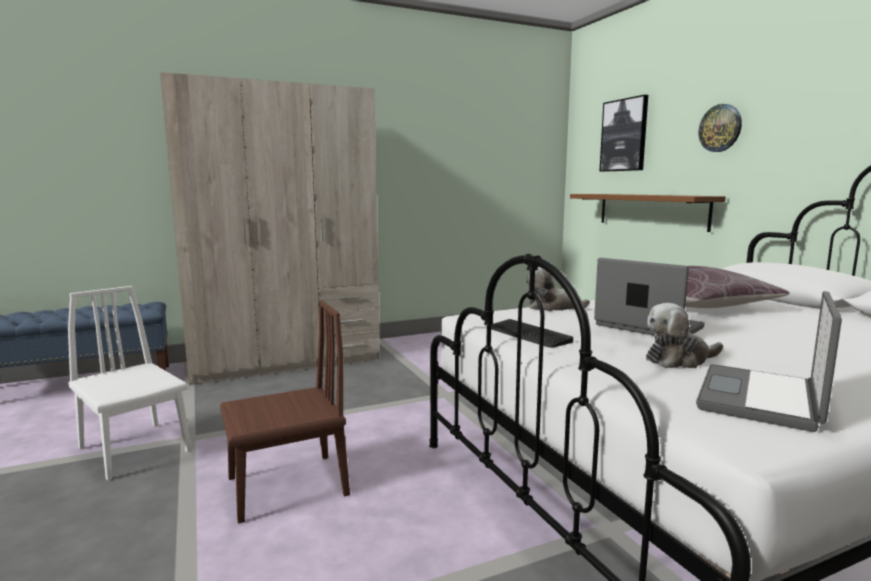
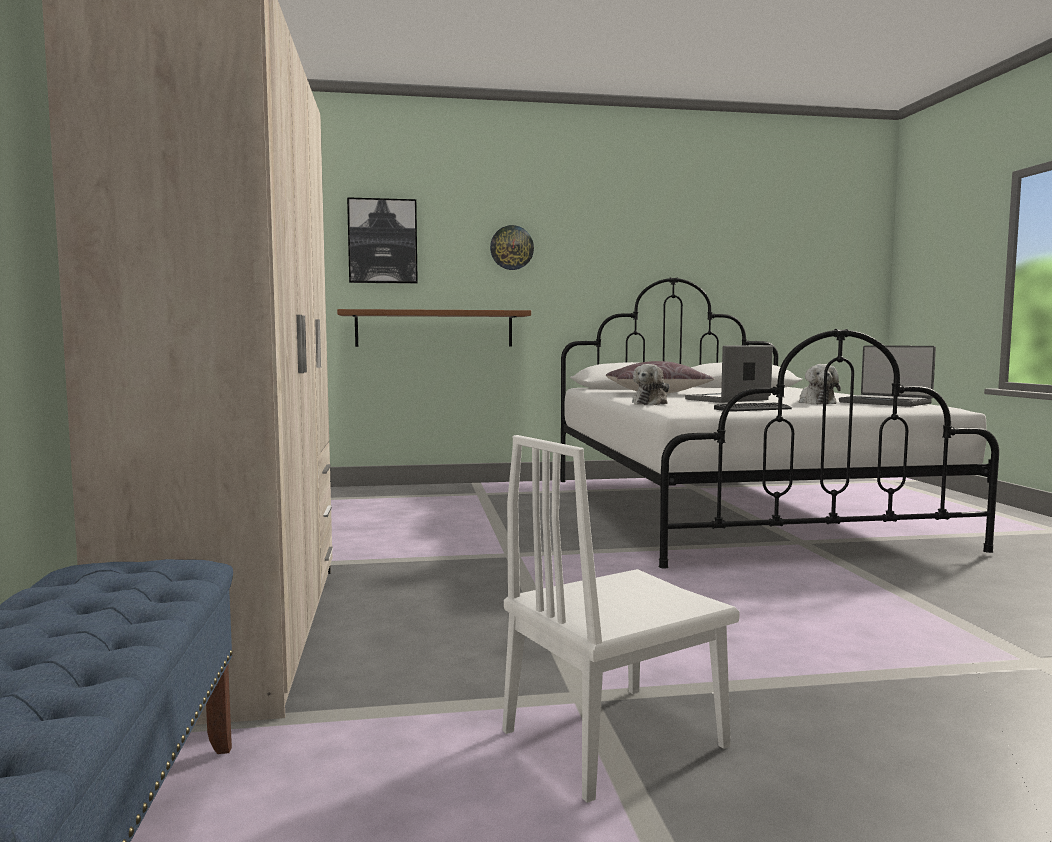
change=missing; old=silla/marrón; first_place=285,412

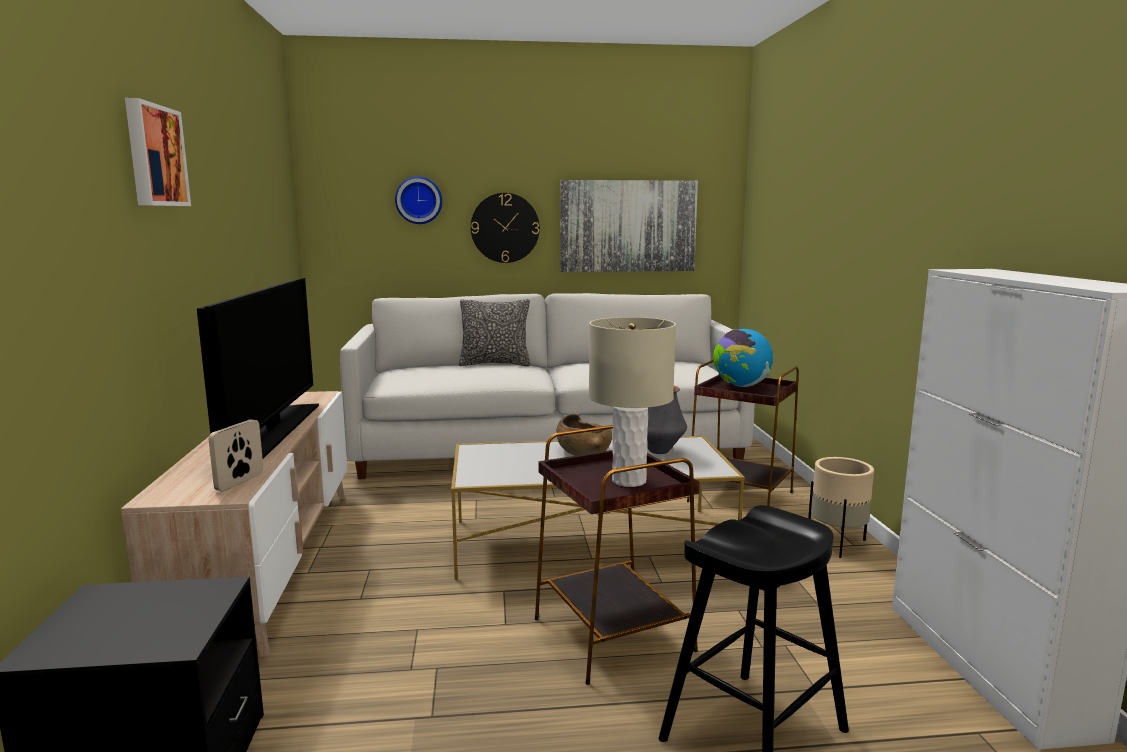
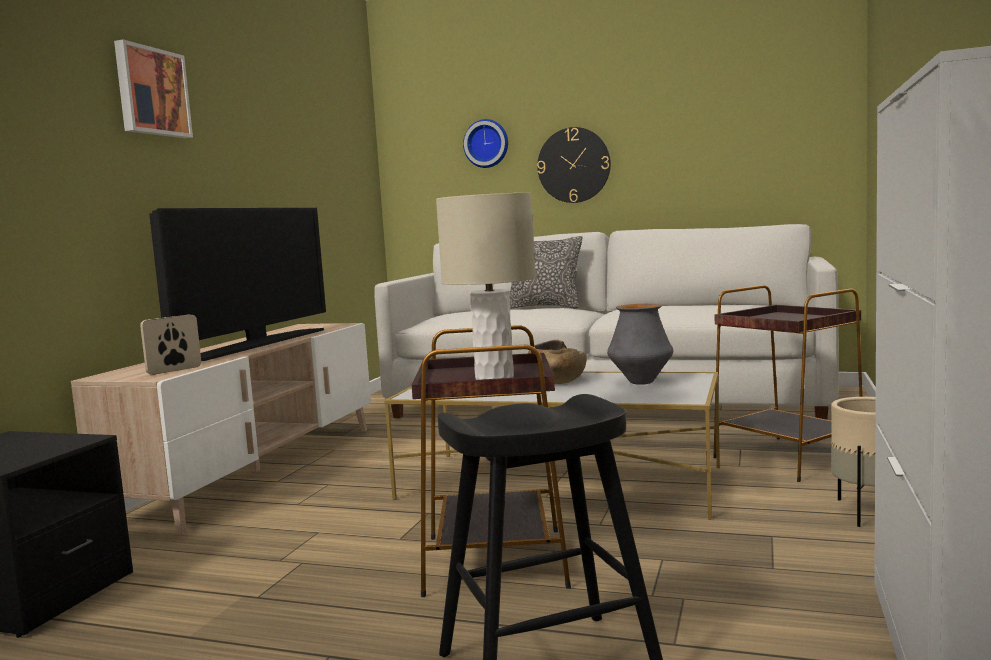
change=missing; old=cuadro; first_place=629,226
change=missing; old=globo terráqueo; first_place=743,357

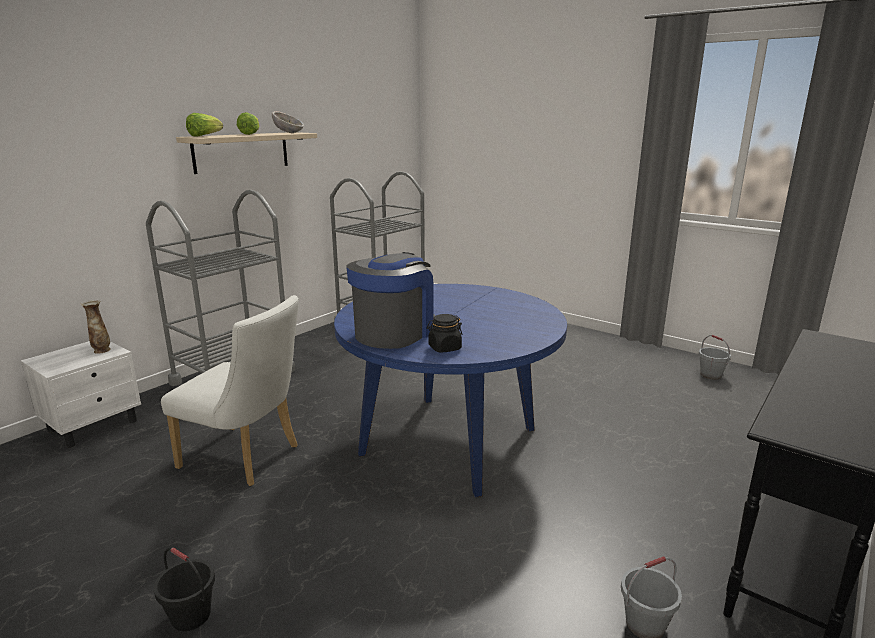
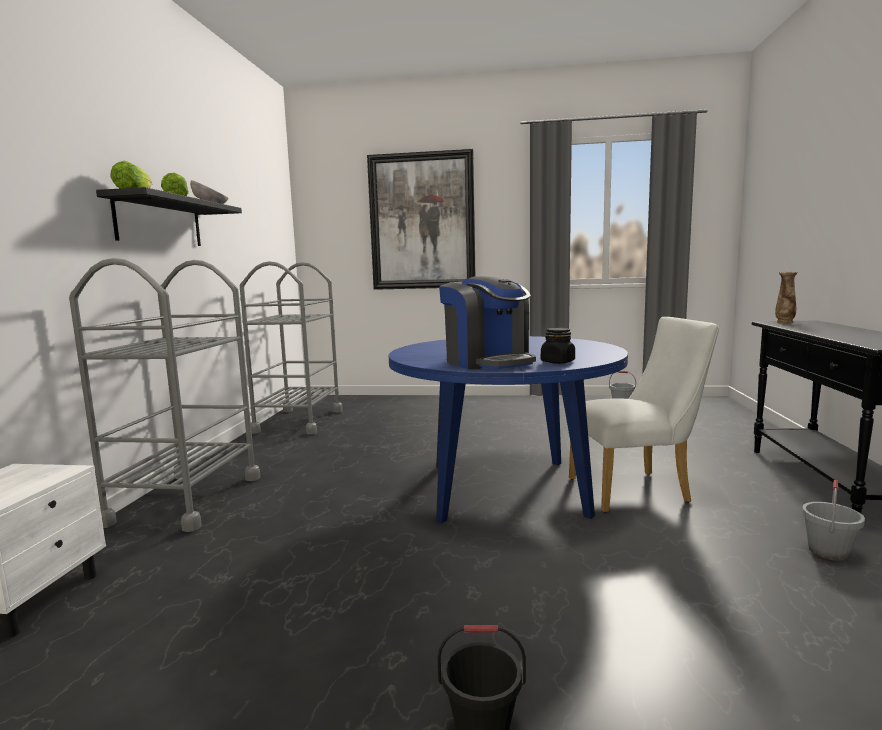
change=relocated; old=florero; first_place=96,327; second_place=786,297
change=relocated; old=silla/blanco; first_place=230,390; second_place=644,415
change=colour; old=estante/beis; new=estante/negro; first_place=246,153; second_place=169,216
change=spun; old=cafetera; first_place=390,300; second_place=487,322; degrees=150
change=appeared; new=cuadro; second_place=421,219

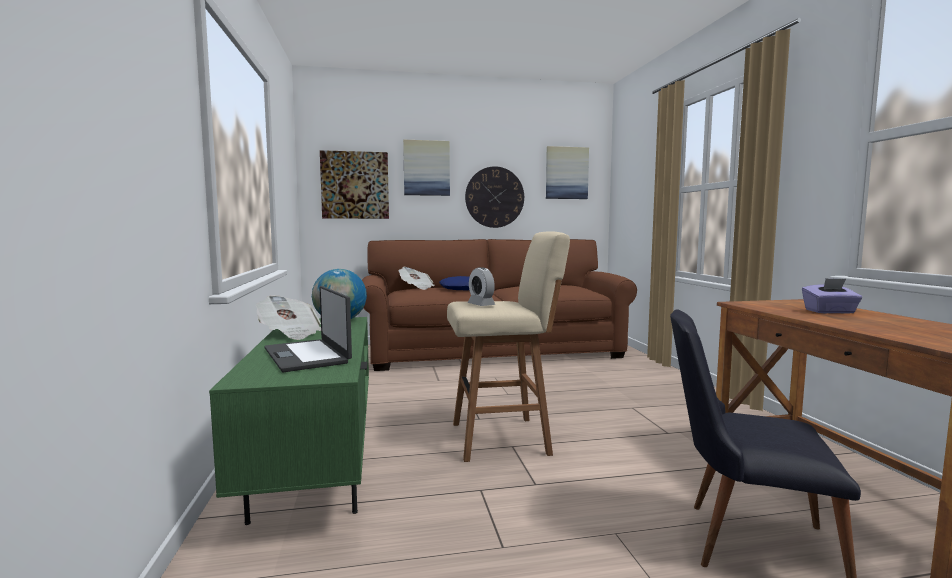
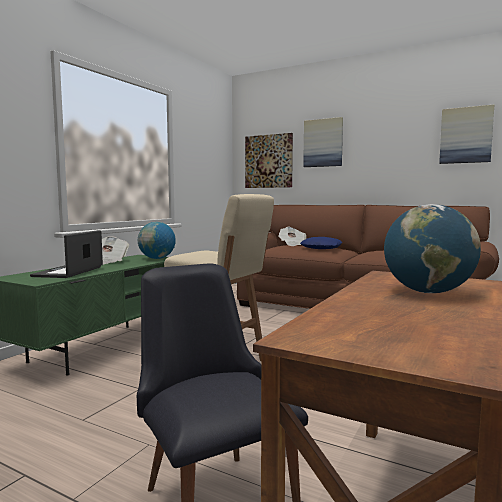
change=missing; old=reloj de pared; first_place=494,197
change=missing; old=despertador; first_place=481,286
change=exchanged; old=caja de pañuelos/morado; new=globo terráqueo; first_place=832,296; second_place=432,248

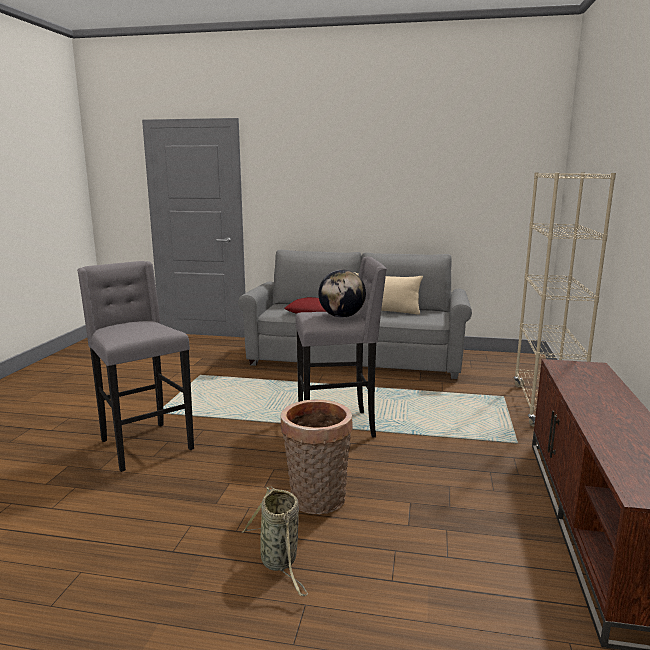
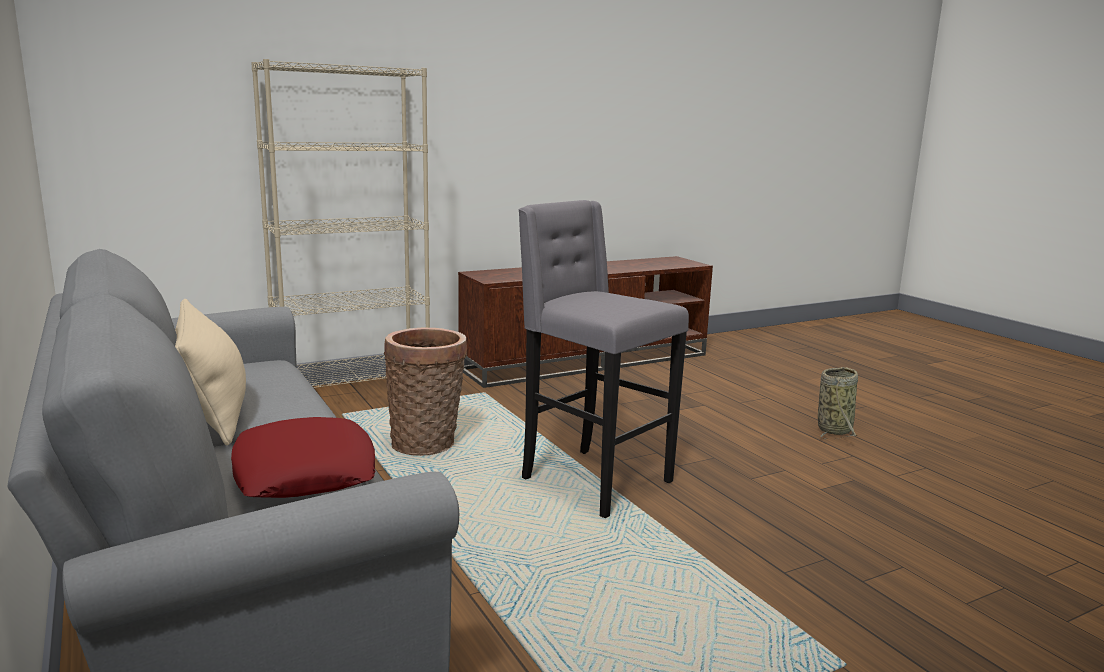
change=missing; old=taburete/gris; first_place=135,366
change=relocated; old=cesta; first_place=316,457; second_place=425,392
change=missing; old=globo terráqueo; first_place=342,294

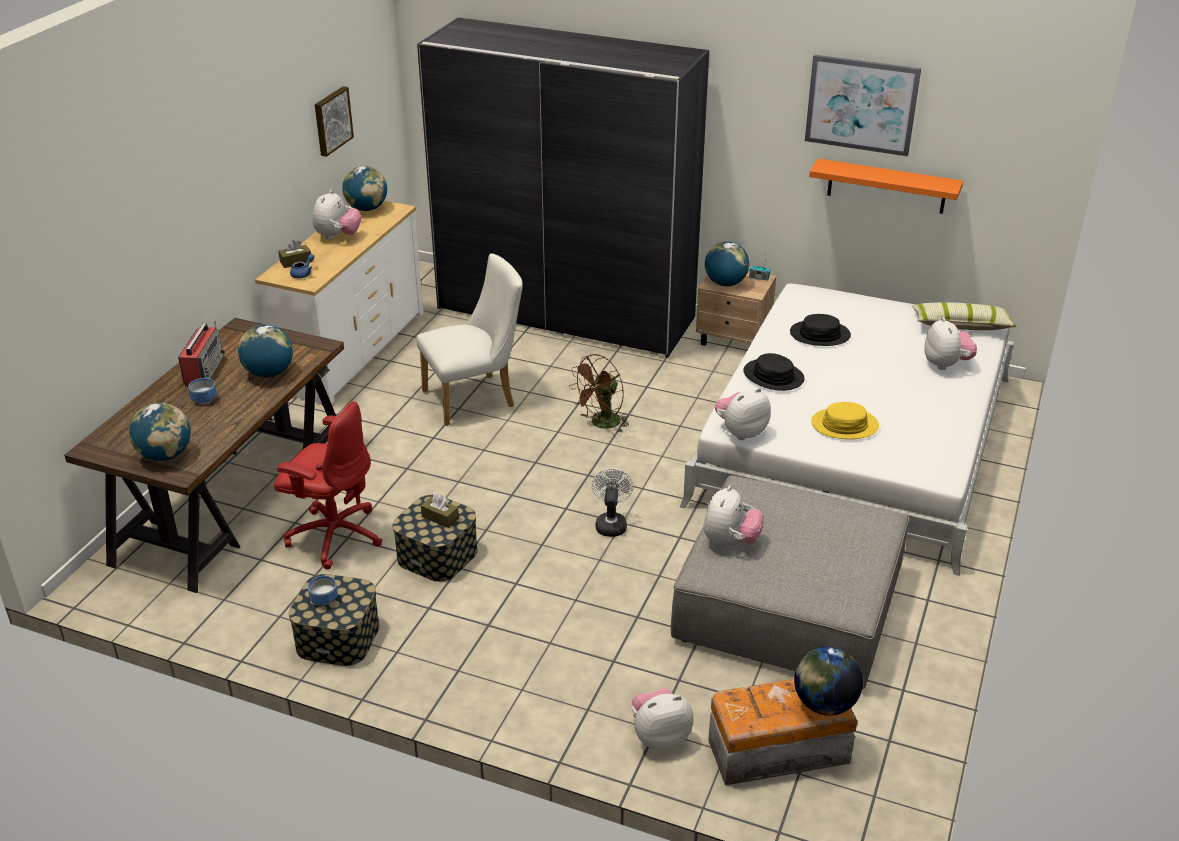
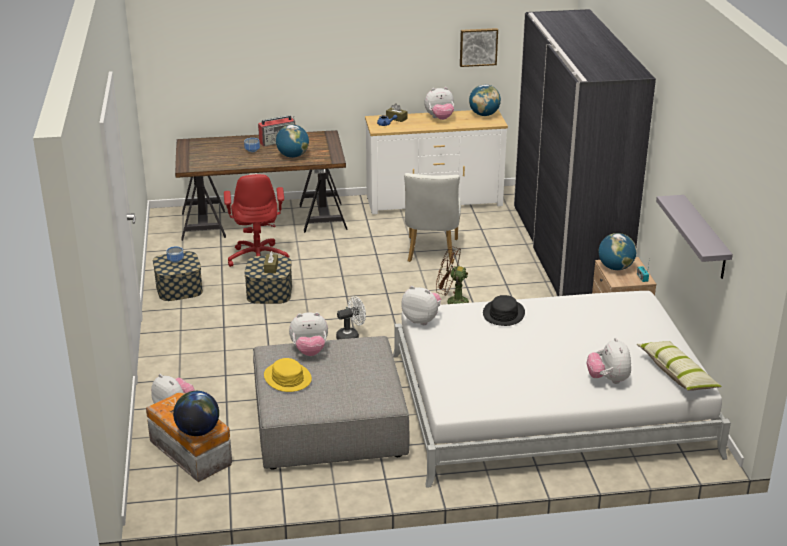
change=missing; old=globo terráqueo; first_place=160,432
change=spun; old=silla/blanco; first_place=469,340; second_place=432,218; degrees=60
change=missing; old=sombrero/negro; first_place=820,330
change=missing; old=cuadro; first_place=863,106
change=colour; old=estante/naranja; new=estante/gris; first_place=886,186; second_place=694,237
change=relocated; old=sombrero/amarillo; first_place=845,420; second_place=288,375
change=spun; old=peluche; first_place=951,343; second_place=609,361; degrees=120

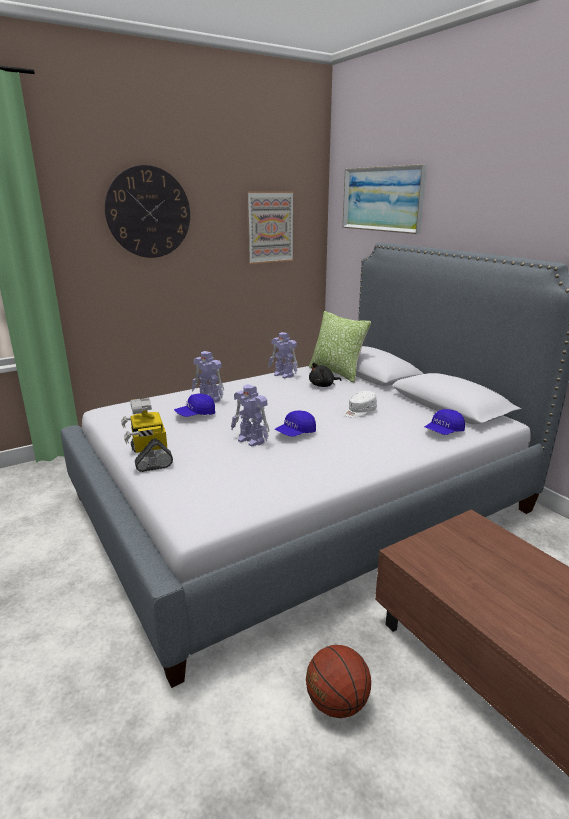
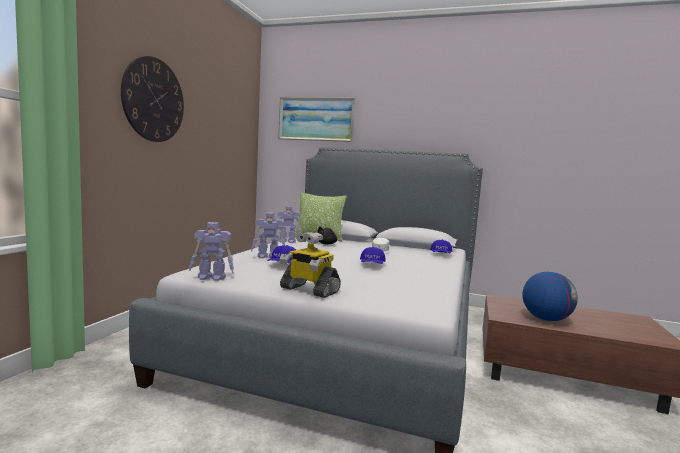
change=relocated; old=robot de juguete; first_place=250,415; second_place=211,251
change=missing; old=cuadro; first_place=270,227
change=missing; old=balón de baloncesto; first_place=338,681
change=appeared; new=globo terráqueo; second_place=550,296

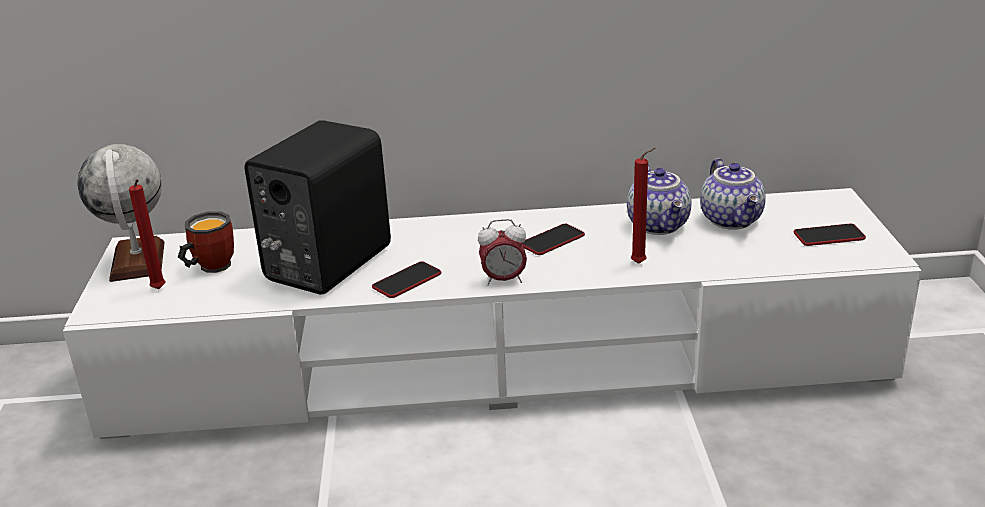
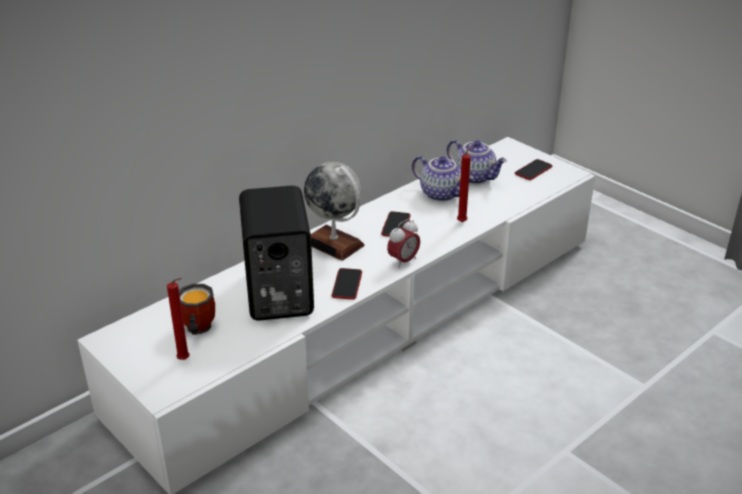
change=relocated; old=globo terráqueo; first_place=121,213; second_place=334,211

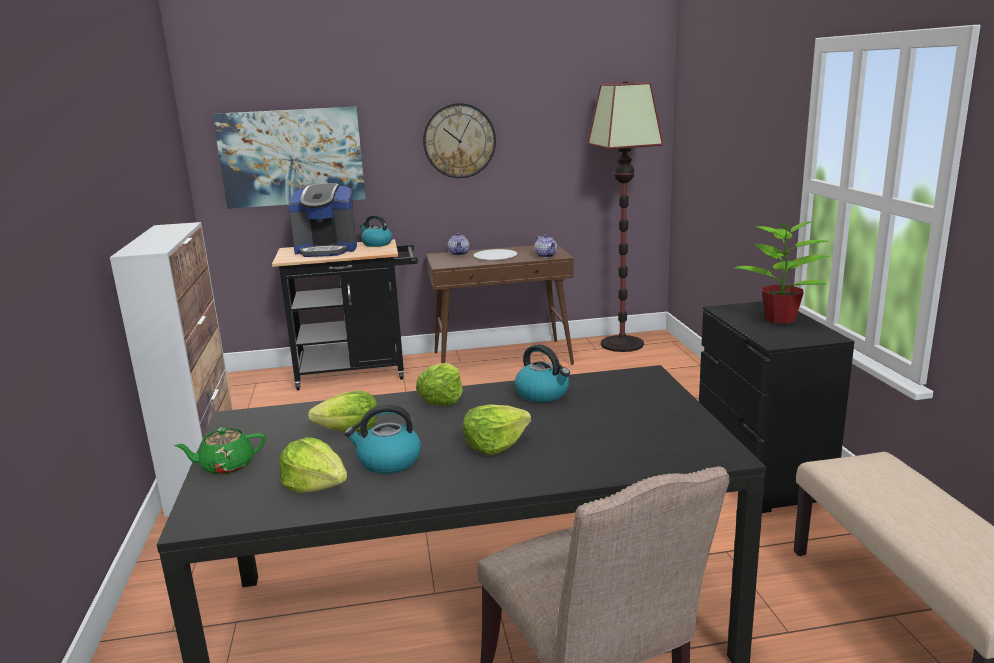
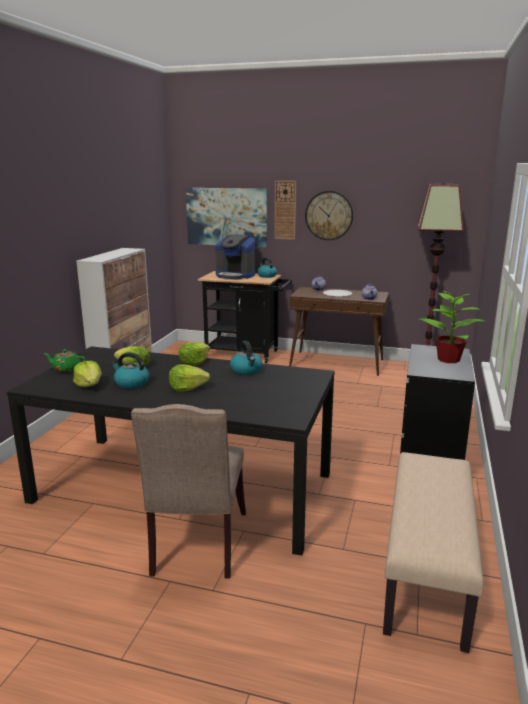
change=appeared; new=reloj de pared; second_place=285,210

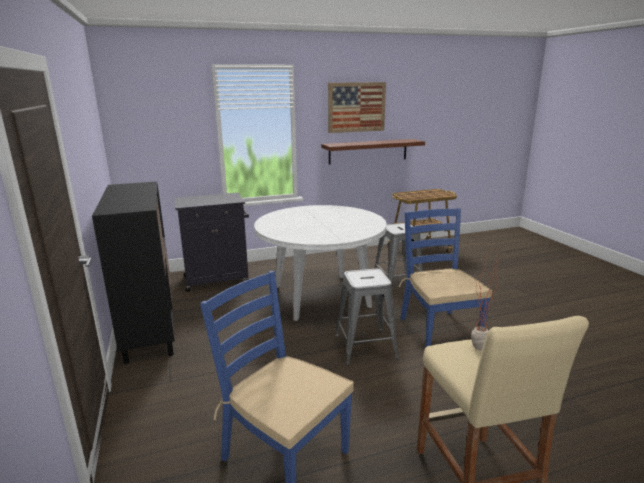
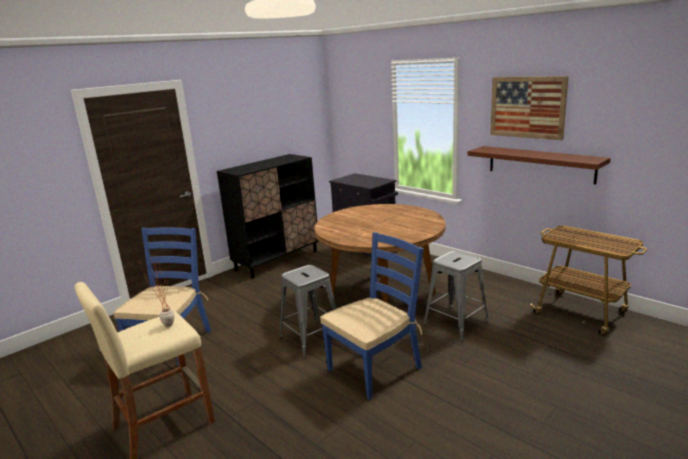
change=colour; old=mesa de comedor/blanco; new=mesa de comedor/marrón; first_place=320,263; second_place=380,253

